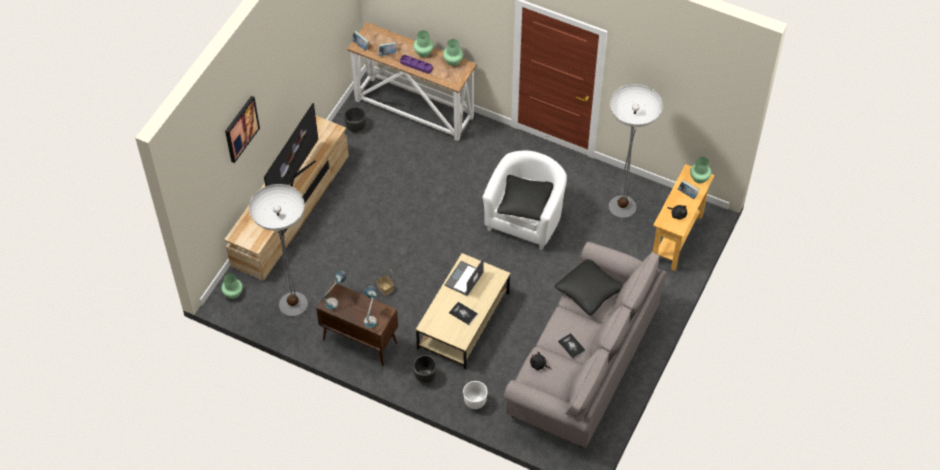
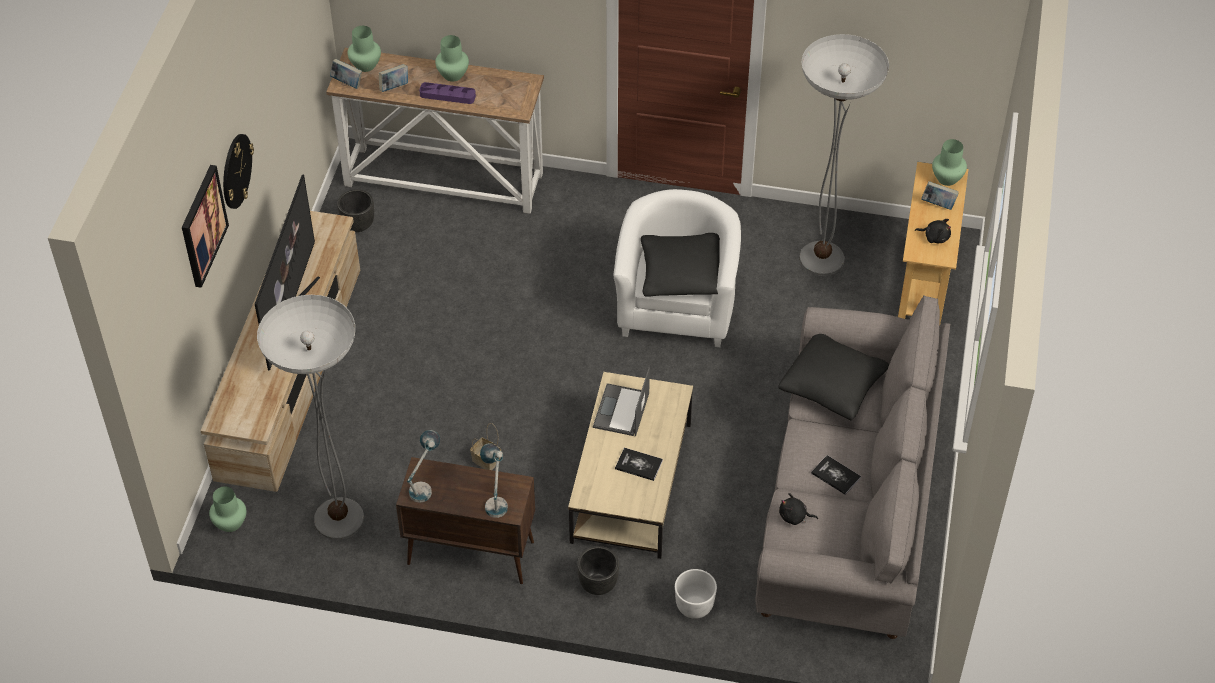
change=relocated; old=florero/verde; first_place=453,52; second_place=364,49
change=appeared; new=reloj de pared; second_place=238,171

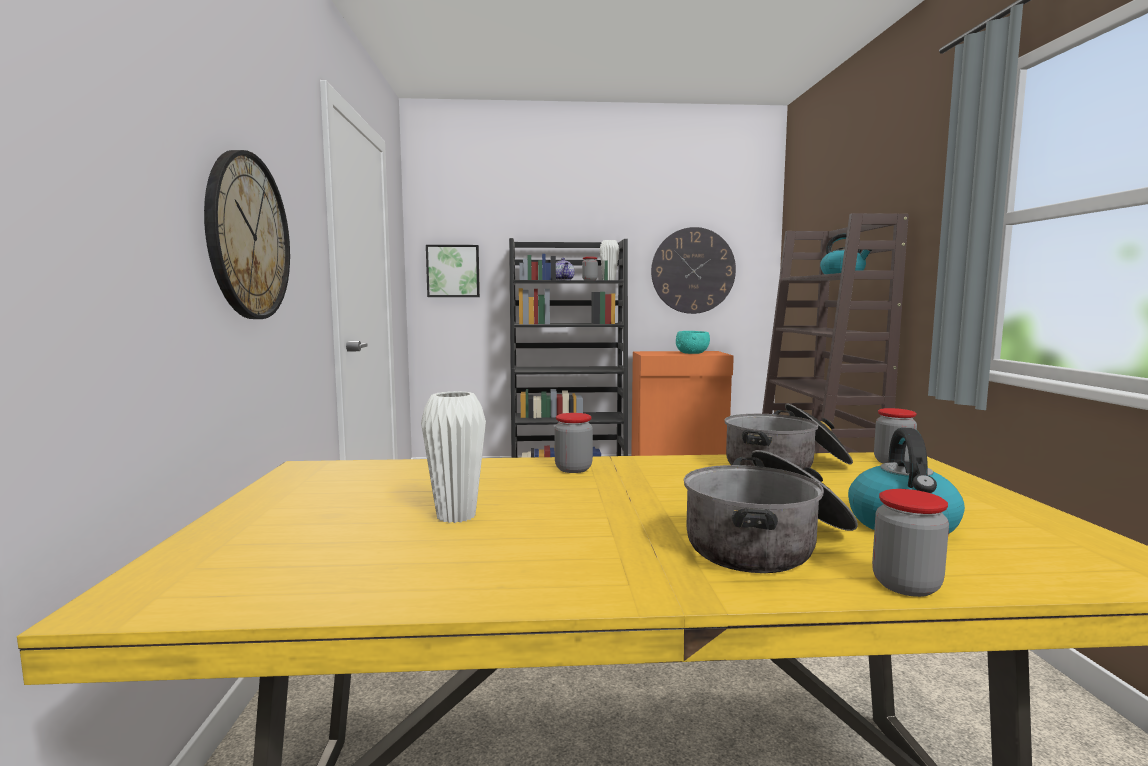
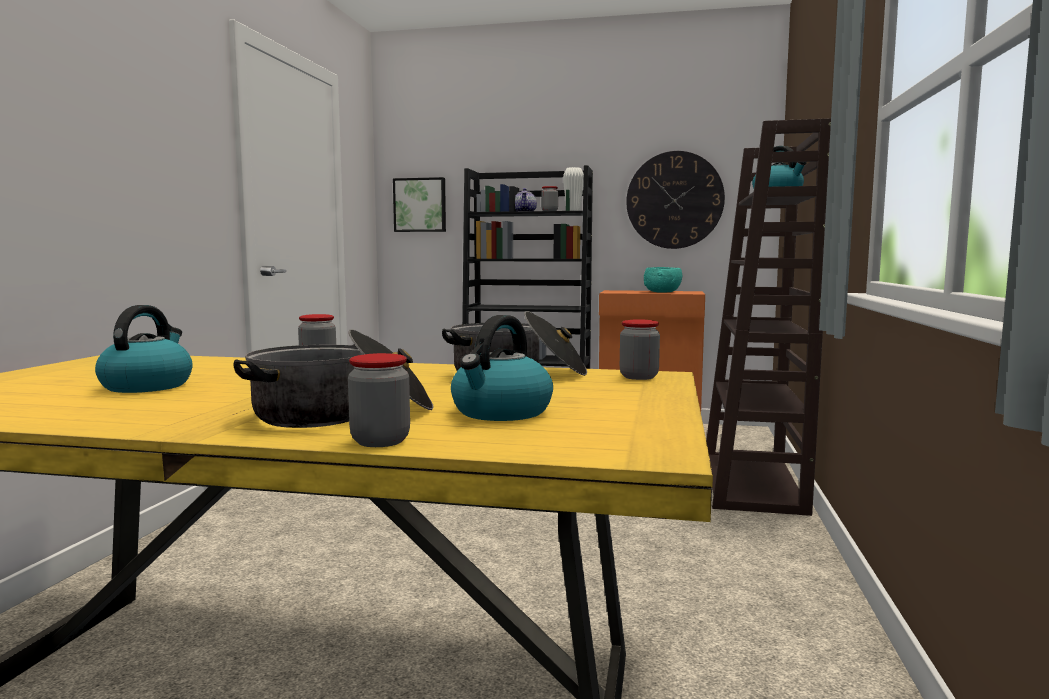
change=missing; old=reloj de pared; first_place=247,234
change=exchanged; old=florero/blanco; new=hervidor; first_place=453,457; second_place=144,349

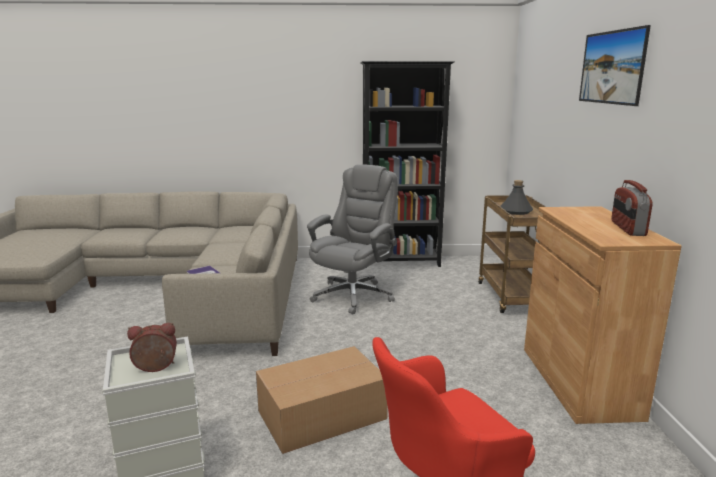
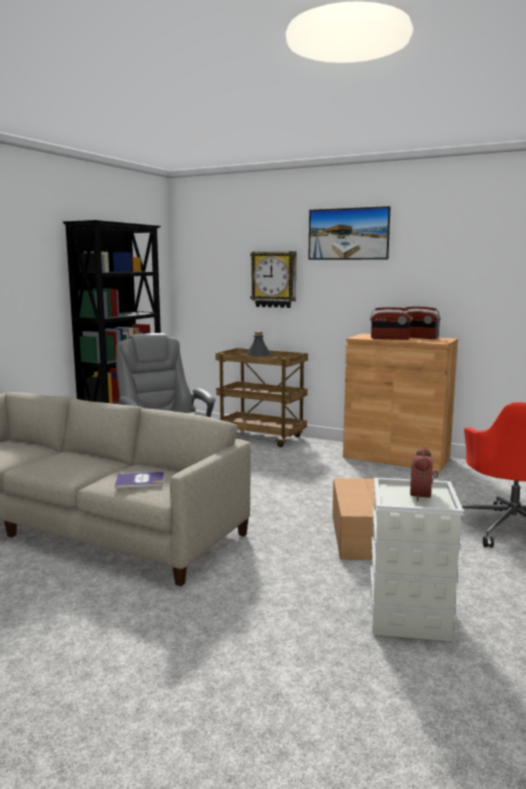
change=appeared; new=reloj de pared; second_place=273,279
change=appeared; new=radio; second_place=391,323

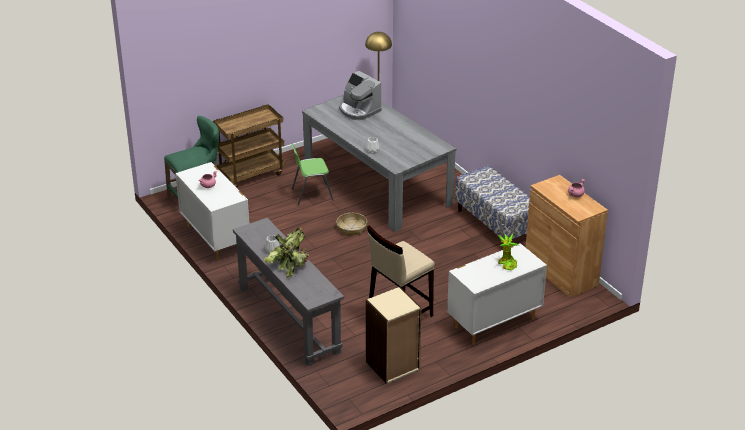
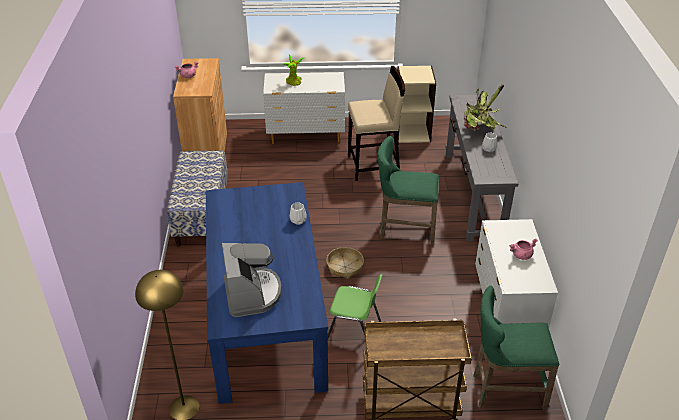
change=colour; old=mesa de comedor/gris; new=mesa de comedor/azul; first_place=379,163; second_place=267,293
change=appeared; new=taburete/verde; second_place=408,190

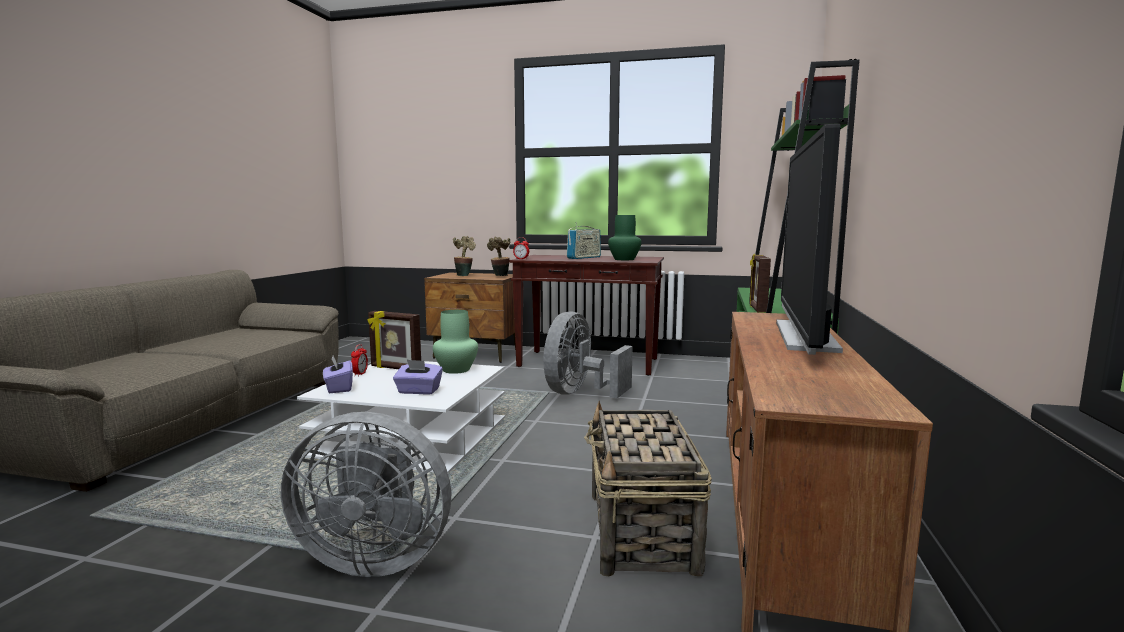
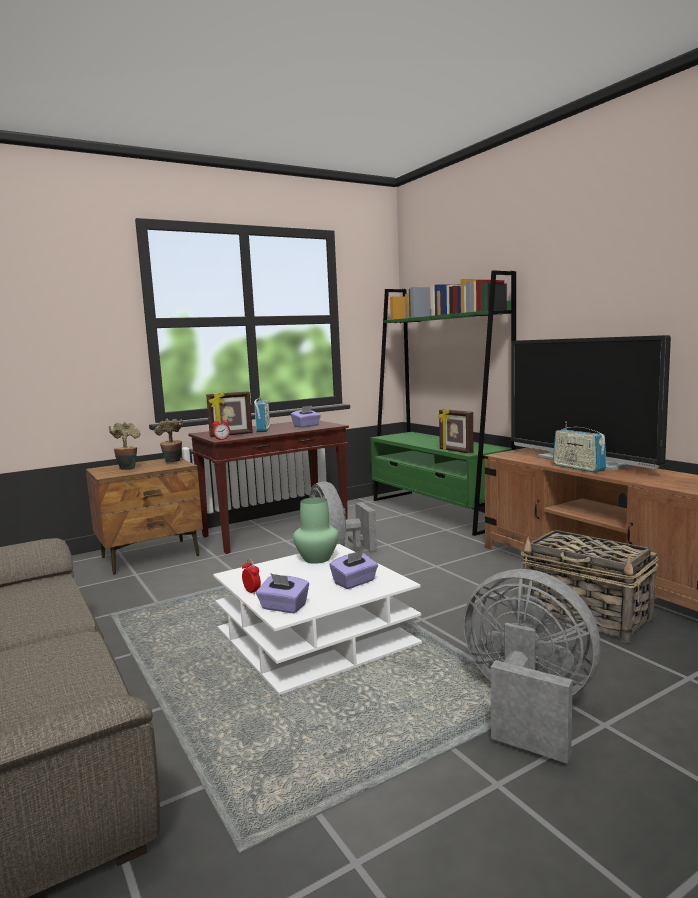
change=spun; old=ventilador/gris; first_place=366,494; second_place=532,666; degrees=-105
change=relocated; old=portarretratos; first_place=394,340; second_place=229,414
change=exchanged; old=florero/verde; new=caja de pañuelos/morado; first_place=625,237; second_place=306,416
change=appeared; new=radio; second_place=579,447

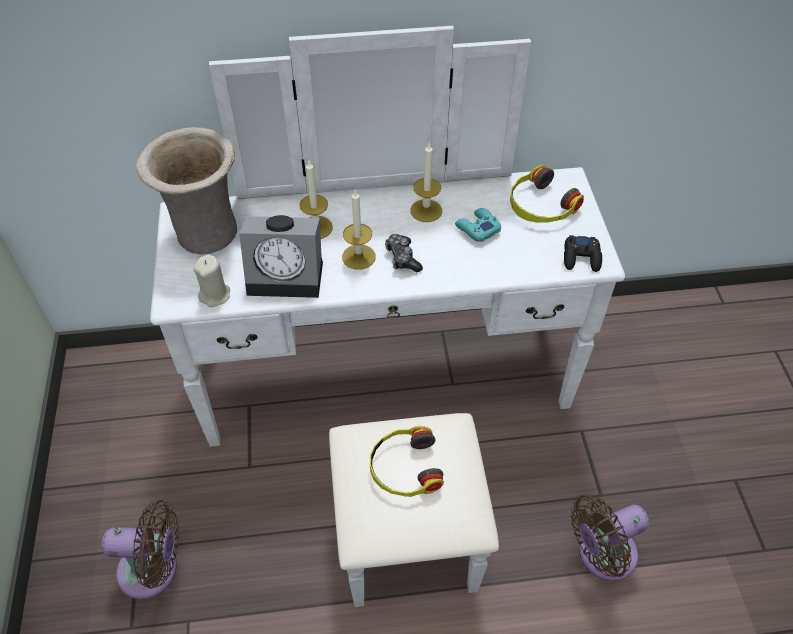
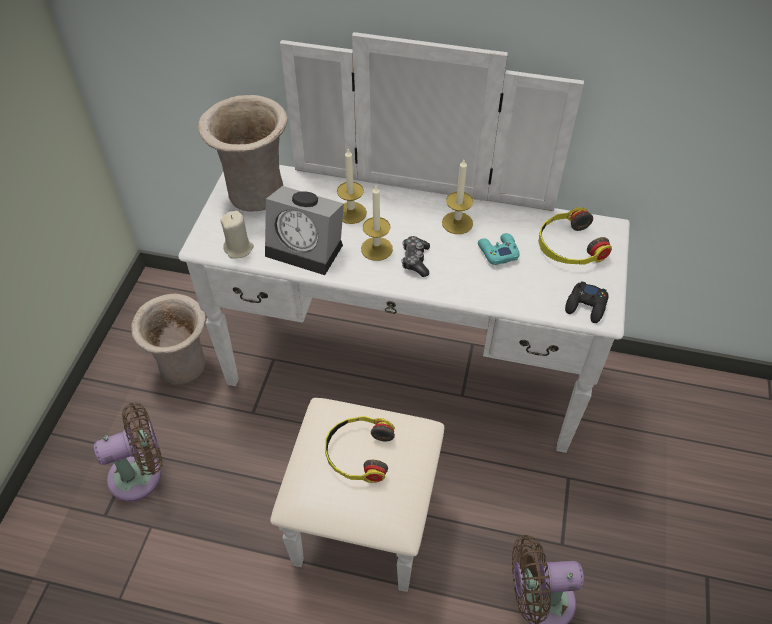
change=spun; old=ventilador/marrón; first_place=140,550; second_place=128,452; degrees=-45
change=appeared; new=florero/beis; second_place=168,339

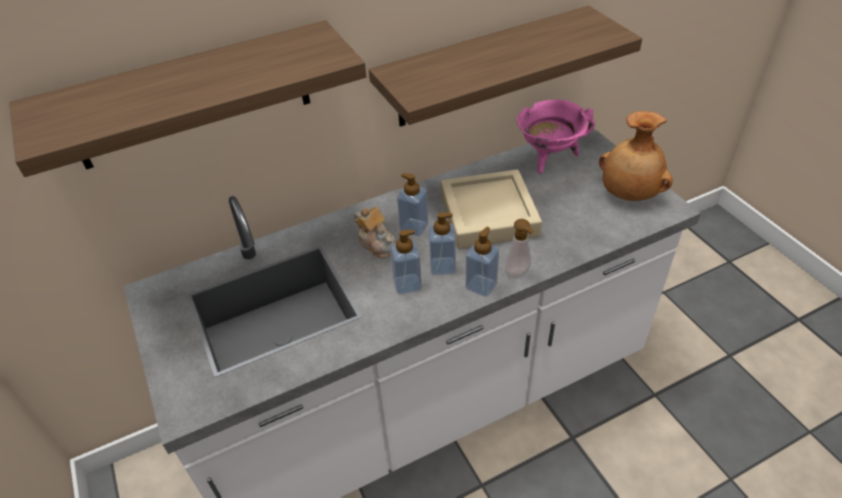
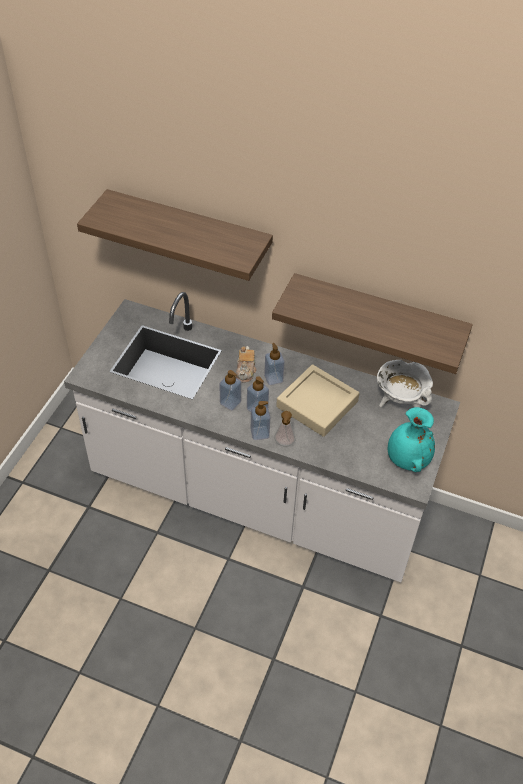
change=colour; old=olla/rosa; new=olla/blanco; first_place=556,137; second_place=405,384
change=colour; old=florero/marrón; new=florero/turquesa; first_place=636,156; second_place=411,439

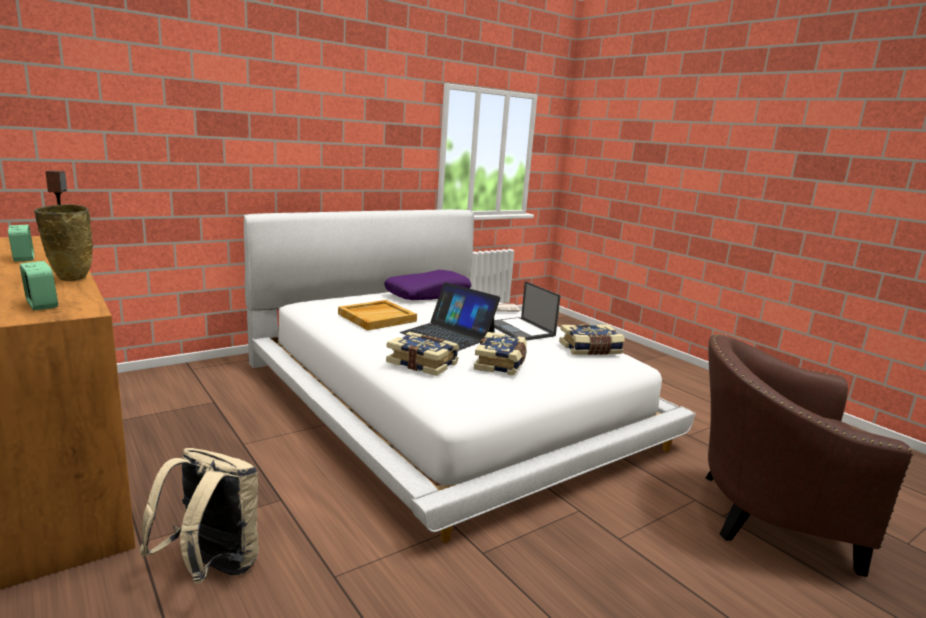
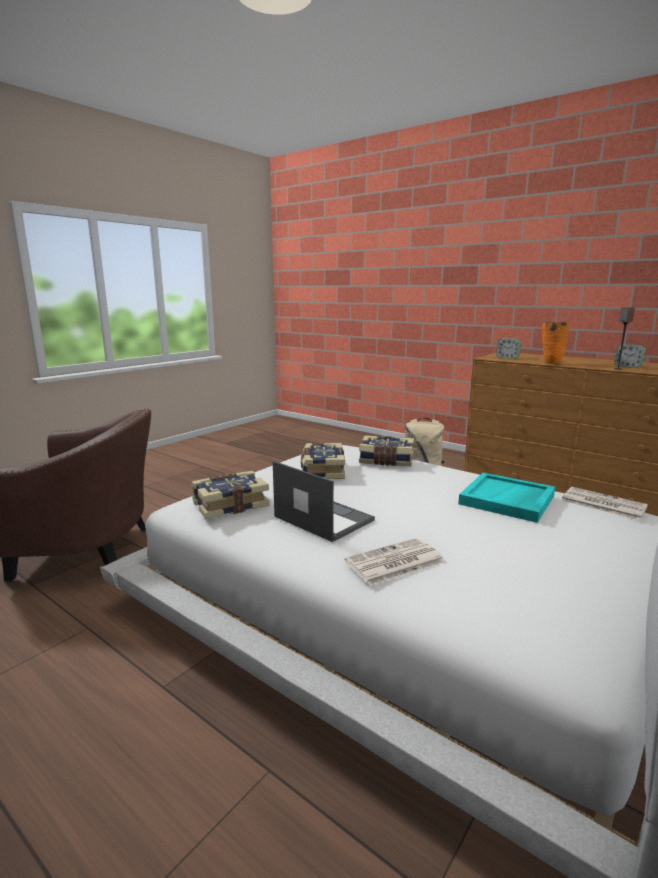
change=colour; old=florero/beis; new=florero/naranja; first_place=63,242; second_place=555,342
change=colour; old=bandeja/beis; new=bandeja/turquesa; first_place=377,315; second_place=506,498
change=missing; old=cojín/morado; first_place=427,285
change=missing; old=portátil; first_place=450,316
change=appeared; new=periódico; second_place=604,503

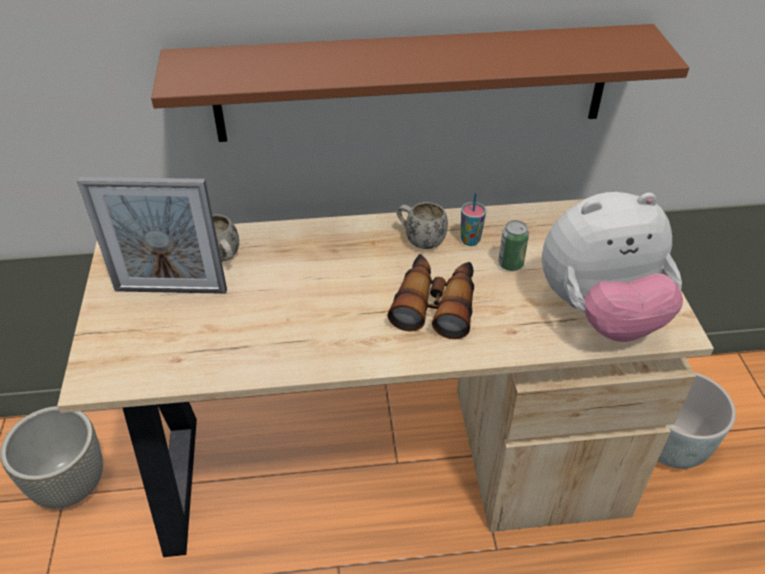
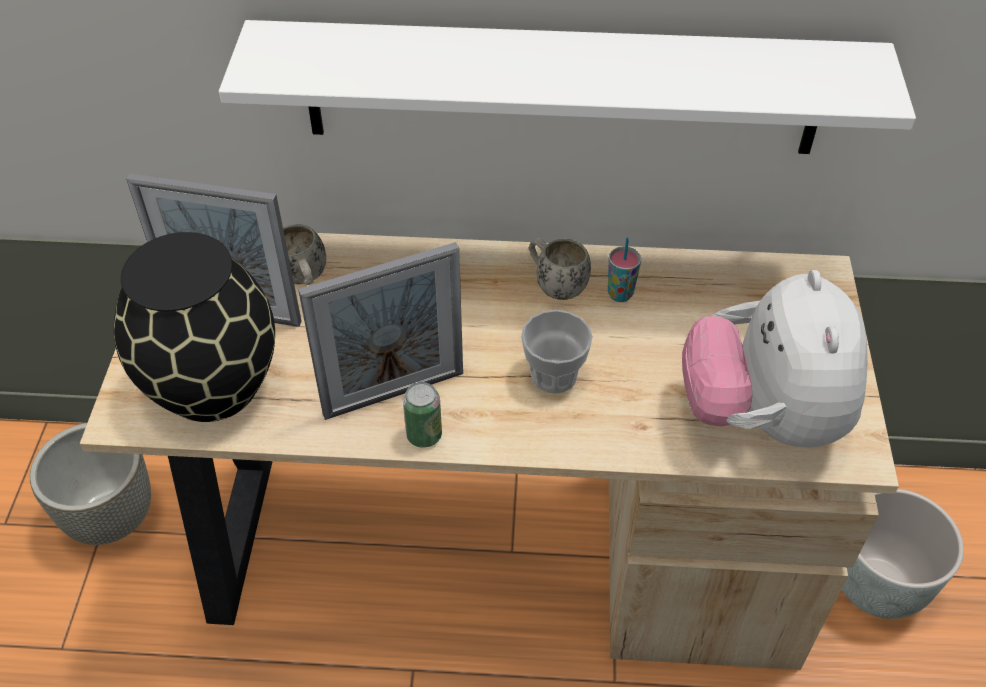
change=colour; old=estante/marrón; new=estante/blanco; first_place=420,83; second_place=567,87
change=exchanged; old=prismáticos; new=taza; first_place=431,296; second_place=557,352
change=relocated; old=lata; first_place=513,245; second_place=422,415
change=spun; old=peluche; first_place=612,267; second_place=775,359; degrees=90
change=appeared; new=florero/negro; second_place=194,327
change=appeared; new=portarretratos; second_place=380,331

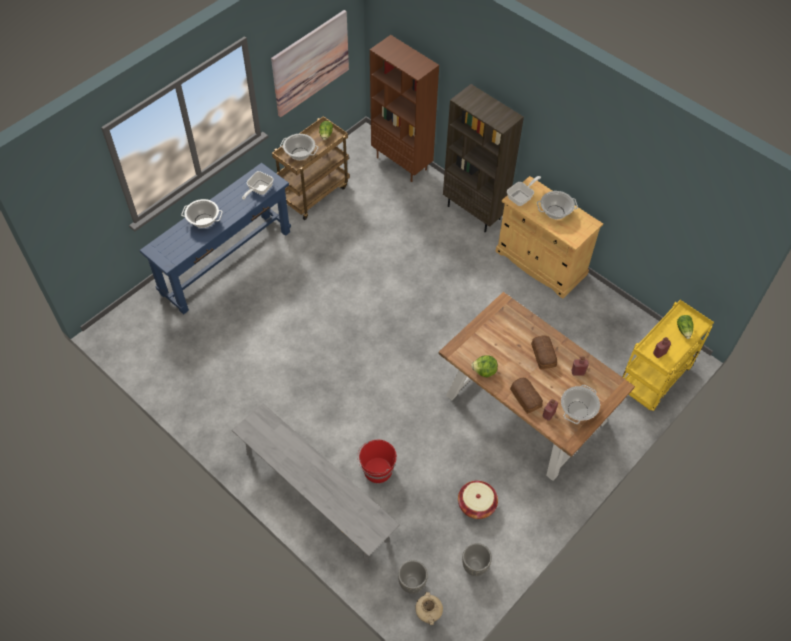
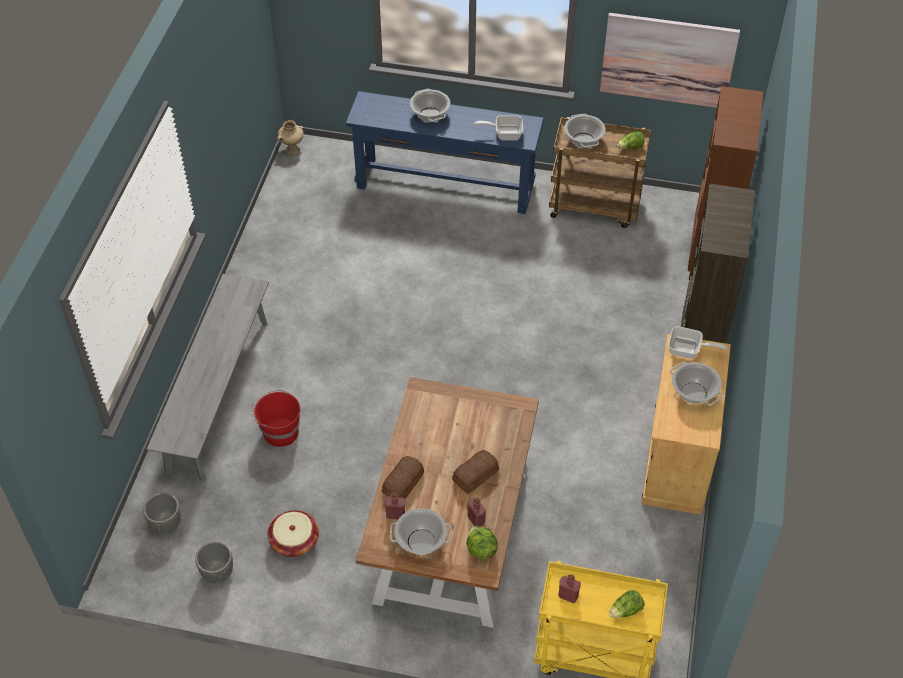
change=relocated; old=florero/beis; first_place=429,608; second_place=291,137
change=relocated; old=lechuga; first_place=484,366; second_place=482,542

